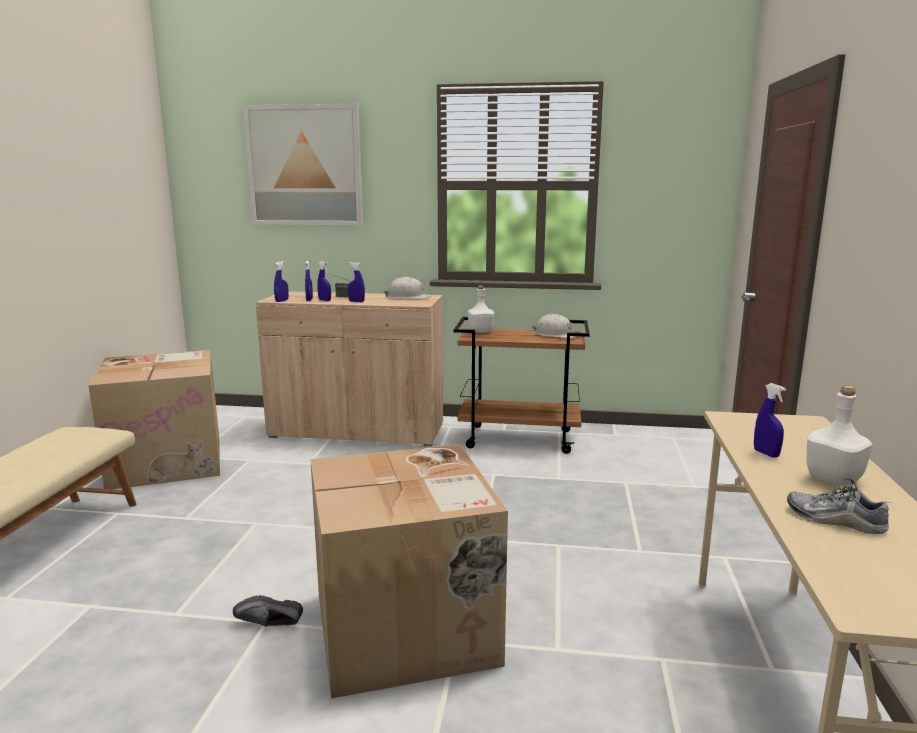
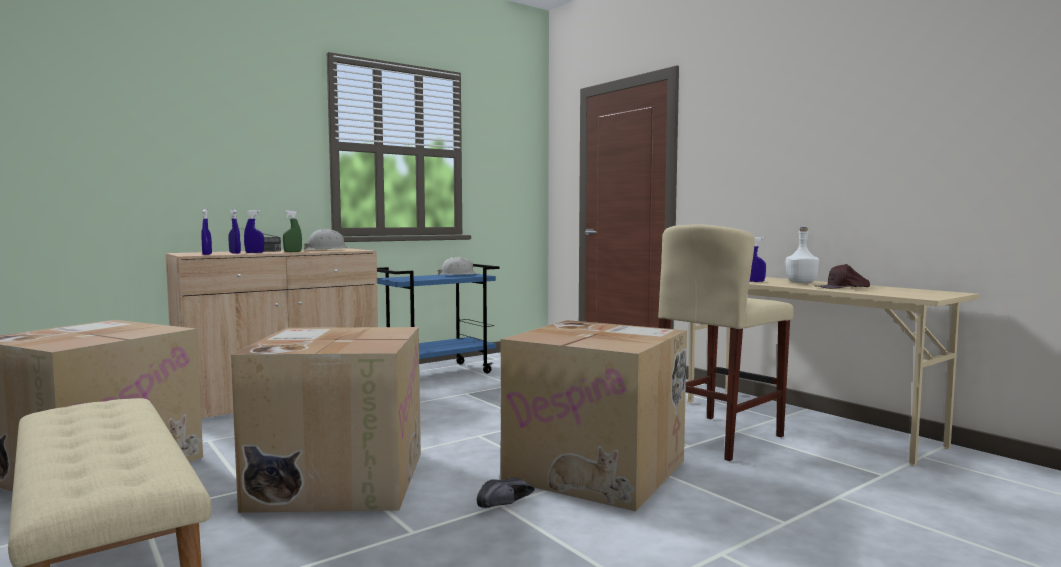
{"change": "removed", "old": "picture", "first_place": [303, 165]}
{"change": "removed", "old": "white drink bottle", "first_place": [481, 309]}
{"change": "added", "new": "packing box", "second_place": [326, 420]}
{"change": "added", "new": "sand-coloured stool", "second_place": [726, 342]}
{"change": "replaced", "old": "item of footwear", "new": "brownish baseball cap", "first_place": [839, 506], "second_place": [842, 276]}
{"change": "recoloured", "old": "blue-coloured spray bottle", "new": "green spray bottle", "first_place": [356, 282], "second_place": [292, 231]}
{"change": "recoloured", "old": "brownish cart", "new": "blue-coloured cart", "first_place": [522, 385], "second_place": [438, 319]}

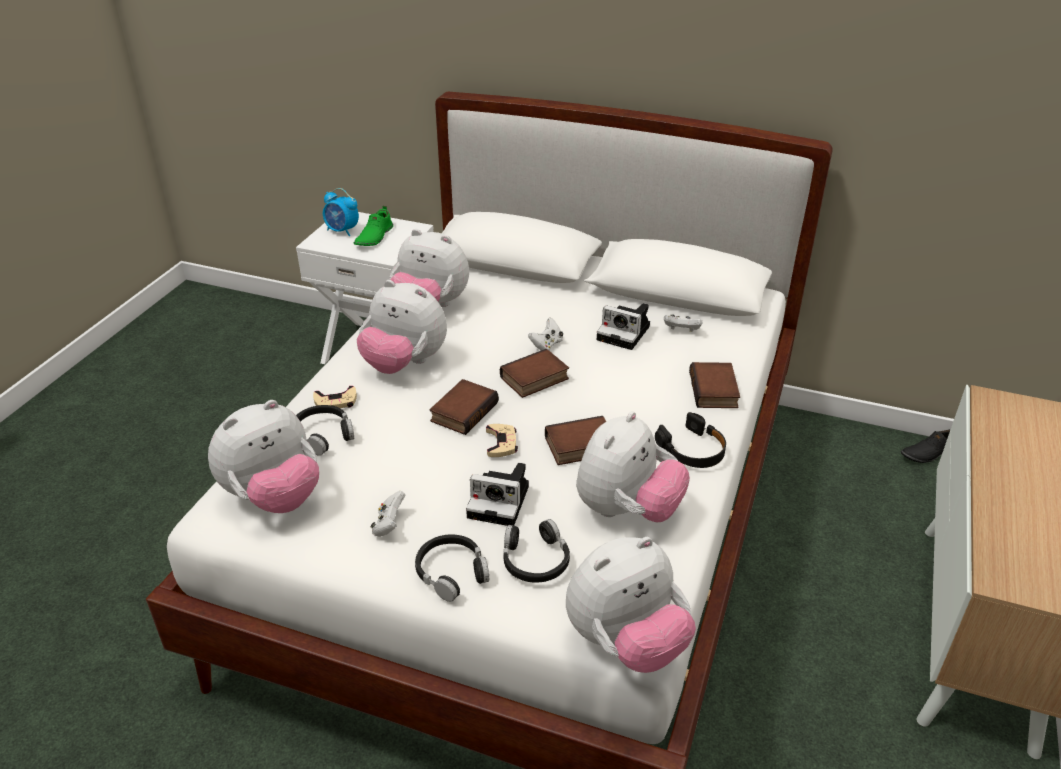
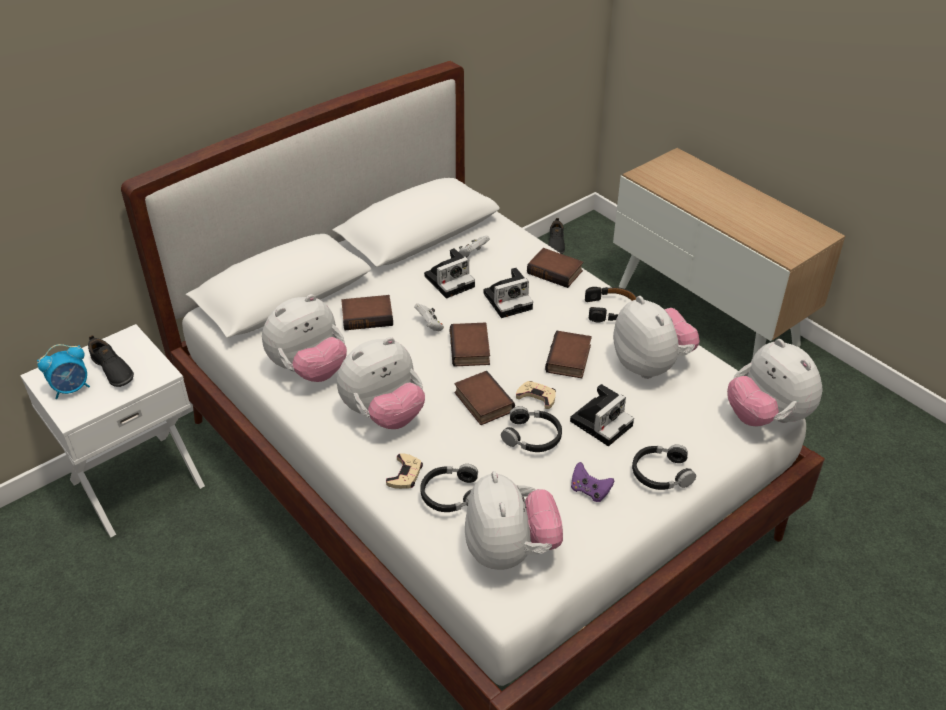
{"change": "added", "new": "book", "second_place": [367, 312]}
{"change": "added", "new": "photo camera", "second_place": [508, 293]}
{"change": "moved", "old": "black-coloured pair of headphones", "first_place": [536, 551], "second_place": [531, 429]}
{"change": "recoloured", "old": "green item of footwear", "new": "black-coloured item of footwear", "first_place": [373, 226], "second_place": [111, 361]}
{"change": "recoloured", "old": "white game controller", "new": "purplish game controller", "first_place": [388, 514], "second_place": [593, 482]}
{"change": "turned", "old": "plush toy", "first_place": [631, 605], "second_place": [774, 382], "degrees": 150}

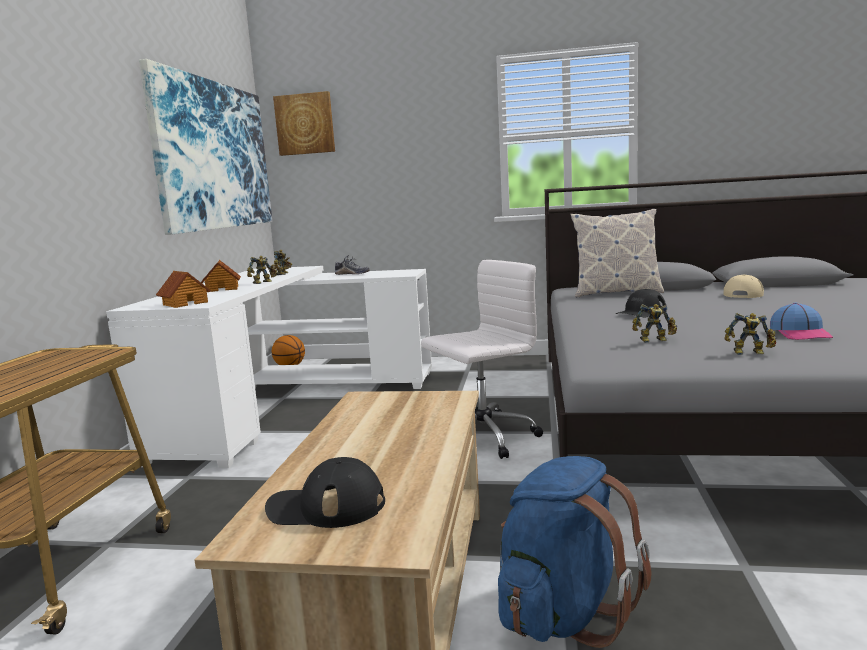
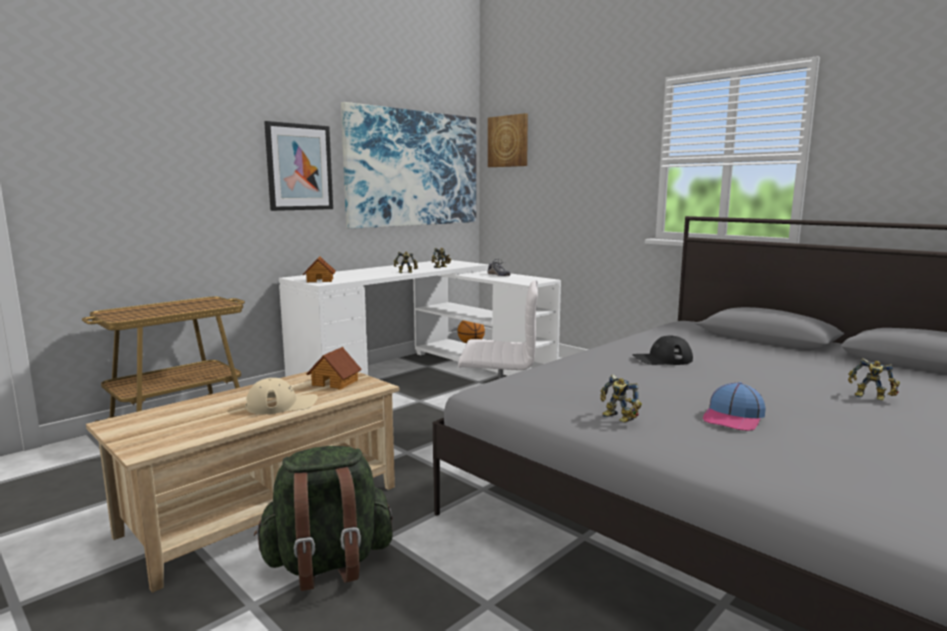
{"change": "removed", "old": "black-coloured baseball cap", "first_place": [325, 492]}
{"change": "removed", "old": "pillow", "first_place": [617, 253]}
{"change": "added", "new": "picture", "second_place": [298, 166]}
{"change": "moved", "old": "miniature house", "first_place": [221, 276], "second_place": [334, 368]}
{"change": "moved", "old": "model robot", "first_place": [654, 323], "second_place": [874, 379]}
{"change": "moved", "old": "sand-coloured baseball cap", "first_place": [743, 286], "second_place": [281, 396]}
{"change": "recoloured", "old": "blue-coloured knapsack", "new": "green knapsack", "first_place": [574, 552], "second_place": [323, 518]}

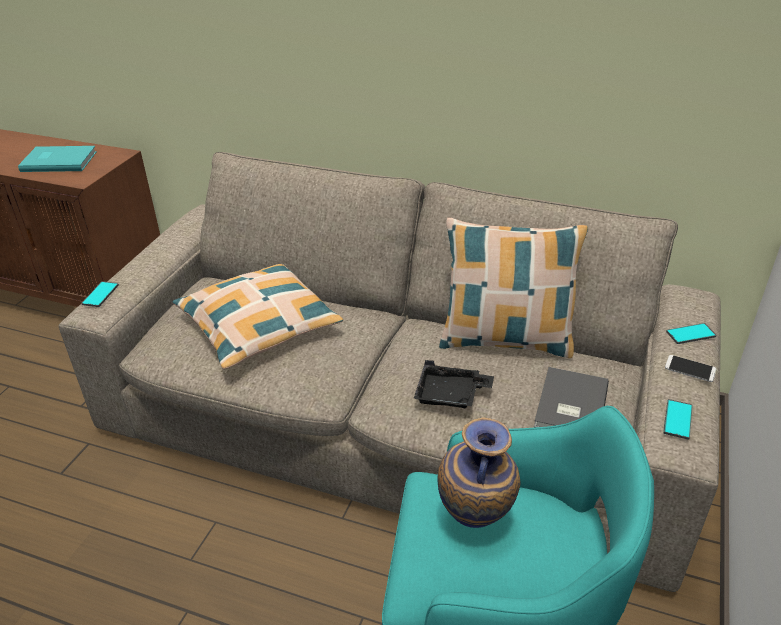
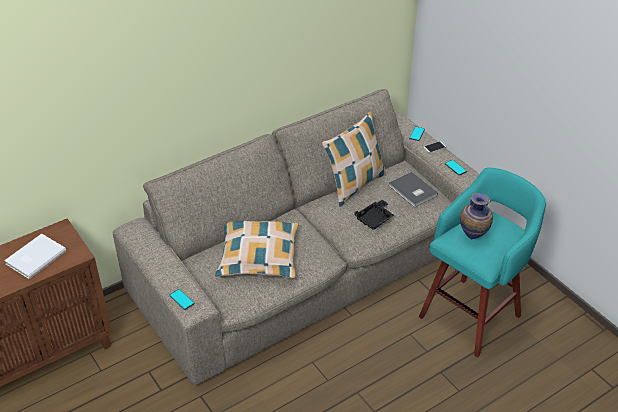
{"change": "recoloured", "old": "blue-green book", "new": "white book", "first_place": [57, 159], "second_place": [35, 256]}

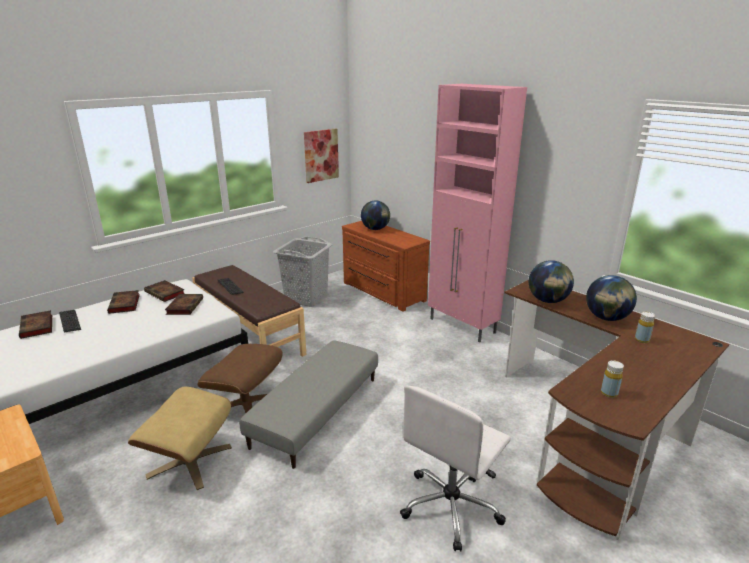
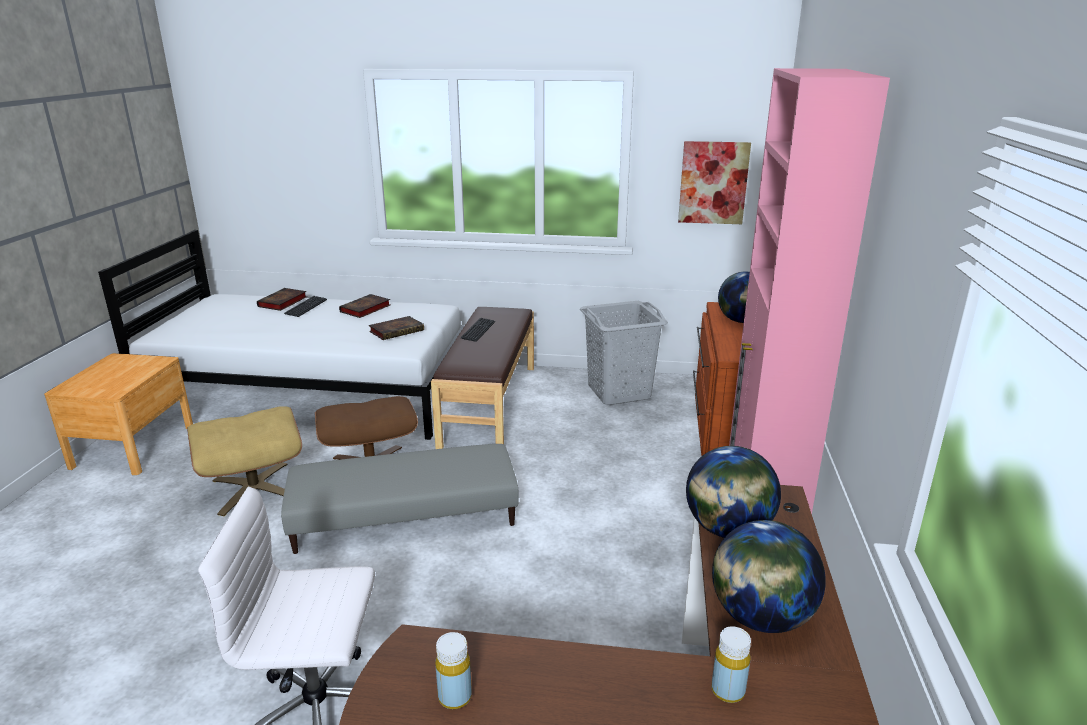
{"change": "removed", "old": "book", "first_place": [164, 291]}

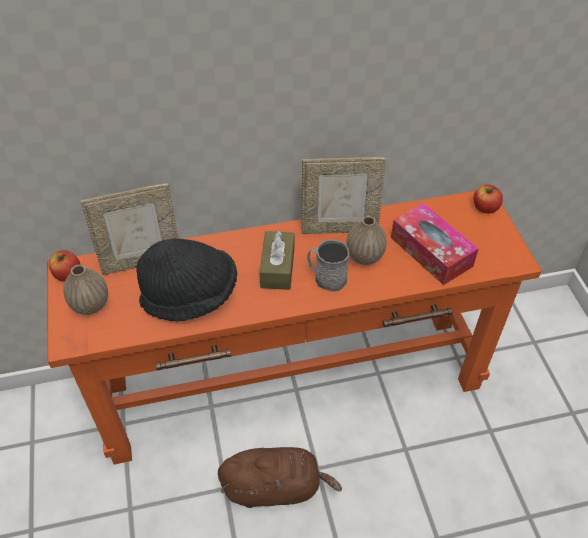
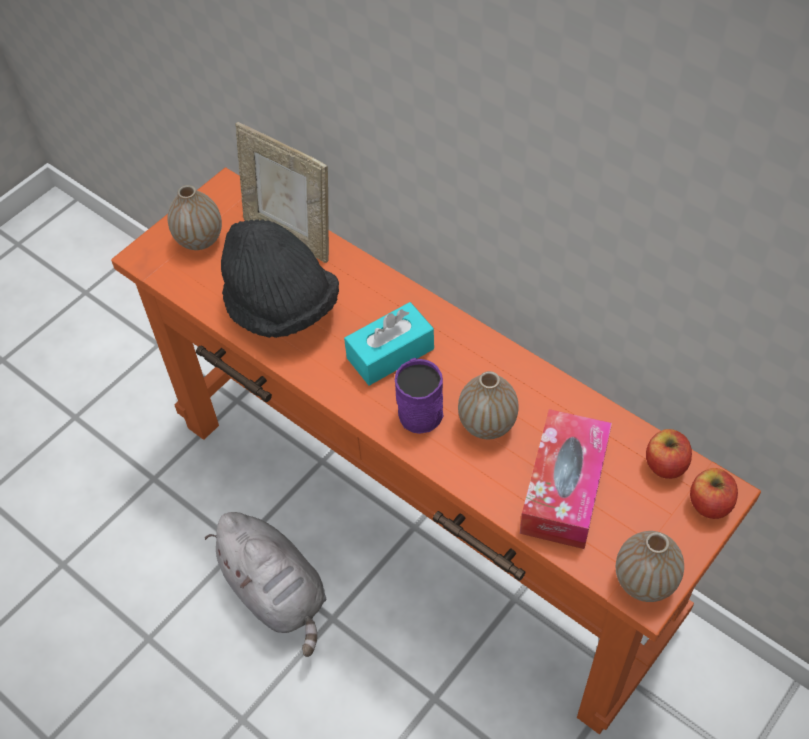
{"change": "removed", "old": "standing frame", "first_place": [344, 195]}
{"change": "added", "new": "vase", "second_place": [650, 566]}
{"change": "moved", "old": "apple", "first_place": [64, 266], "second_place": [669, 454]}
{"change": "recoloured", "old": "brownish plush toy", "new": "greyish plush toy", "first_place": [280, 477], "second_place": [265, 584]}
{"change": "recoloured", "old": "brownish box of tissues", "new": "blue-green box of tissues", "first_place": [277, 260], "second_place": [389, 343]}
{"change": "recoloured", "old": "greyish coffee mug", "new": "purplish coffee mug", "first_place": [328, 265], "second_place": [419, 396]}

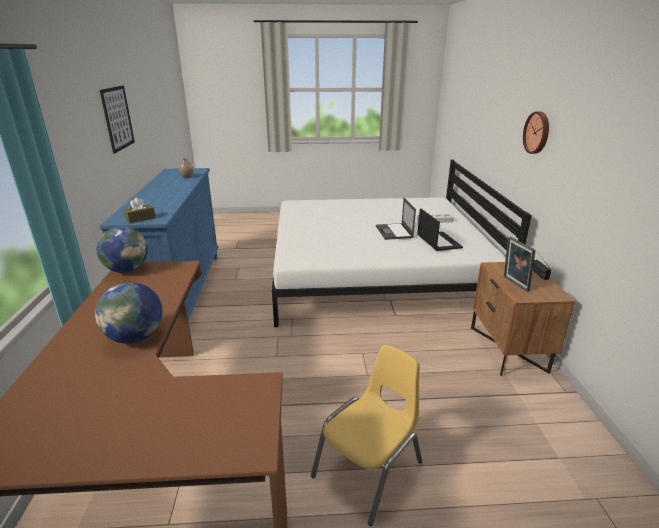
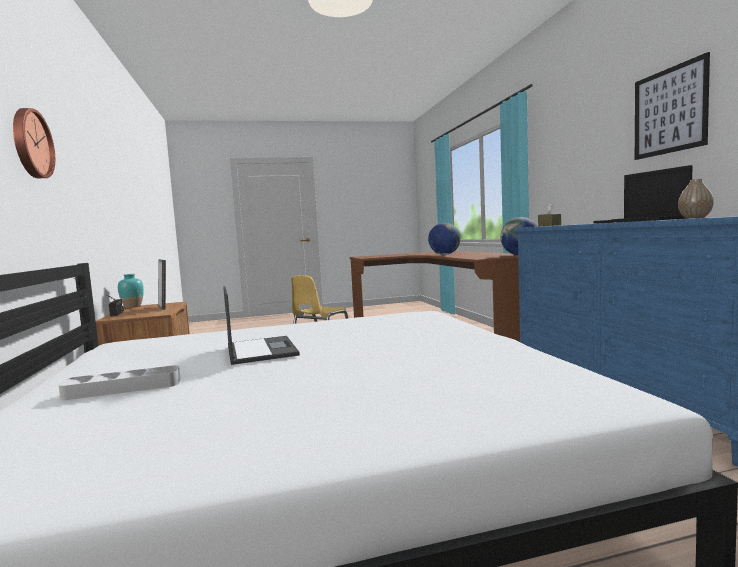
{"change": "added", "new": "blue-green vase", "second_place": [131, 291]}
{"change": "moved", "old": "laptop", "first_place": [440, 230], "second_place": [642, 194]}

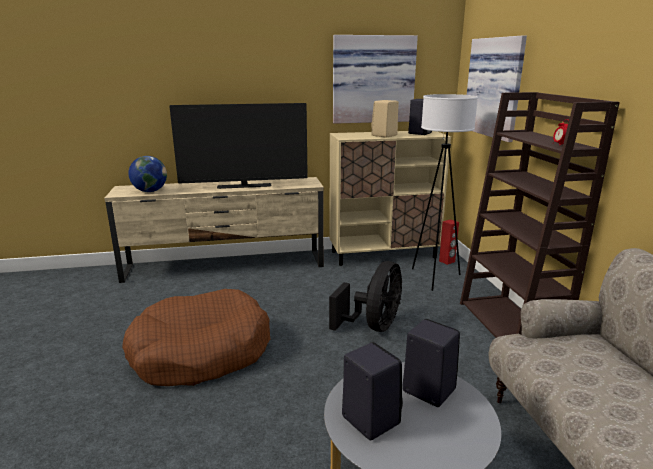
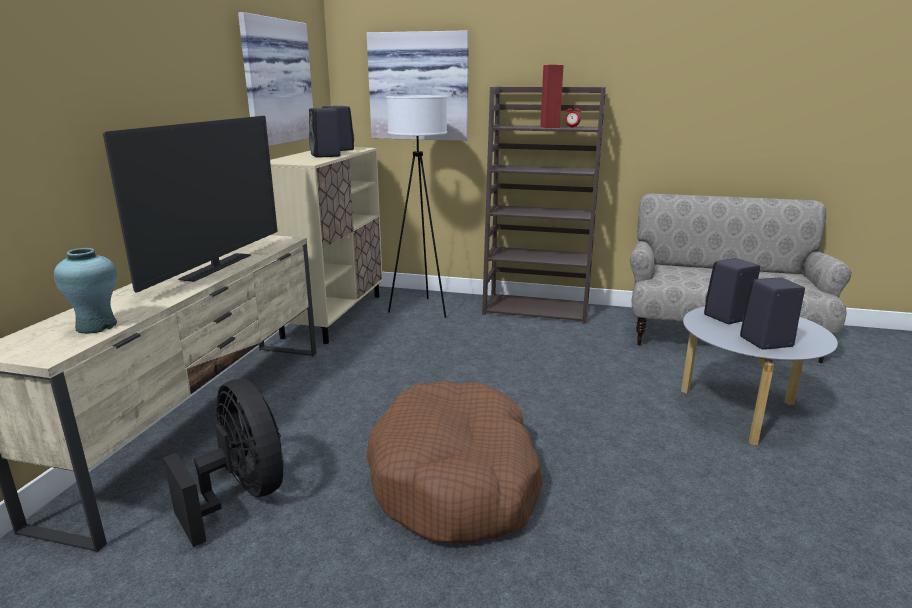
{"change": "moved", "old": "black-coloured electric fan", "first_place": [365, 296], "second_place": [223, 463]}
{"change": "moved", "old": "red-coloured speaker", "first_place": [449, 242], "second_place": [552, 96]}
{"change": "replaced", "old": "world globe", "new": "blue-green vase", "first_place": [147, 174], "second_place": [85, 291]}
{"change": "recoloured", "old": "sand-coloured speaker", "new": "black-coloured speaker", "first_place": [385, 119], "second_place": [325, 133]}

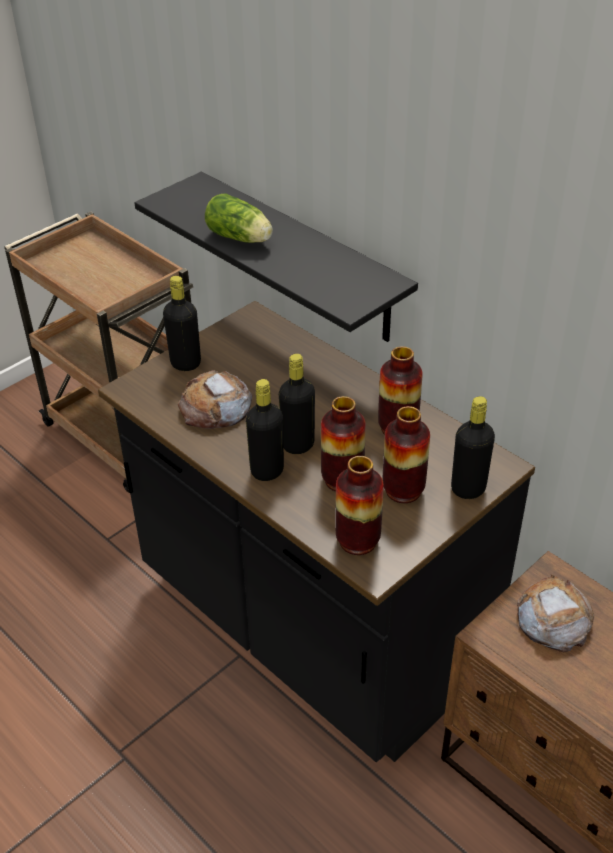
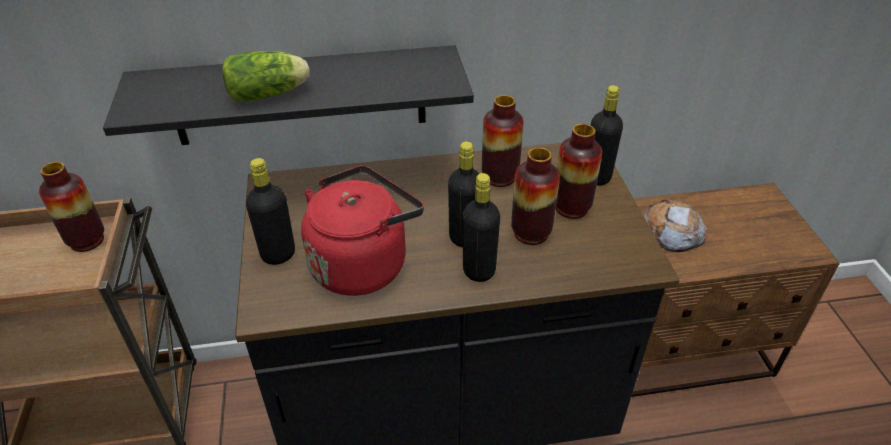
{"change": "moved", "old": "vase", "first_place": [359, 505], "second_place": [71, 207]}
{"change": "replaced", "old": "bread", "new": "red-coloured kettle", "first_place": [215, 399], "second_place": [362, 231]}

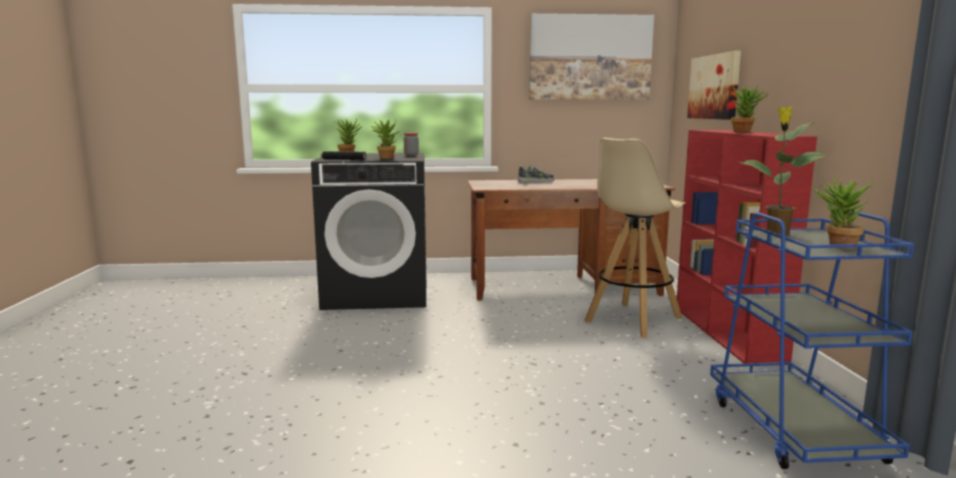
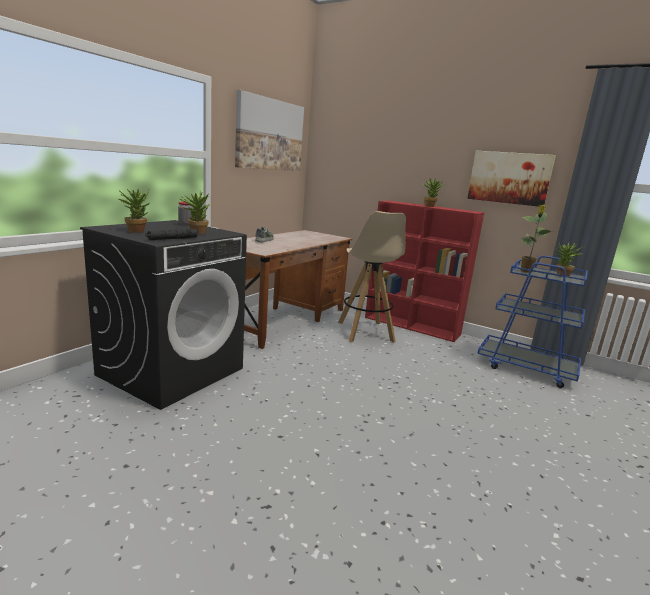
{"change": "moved", "old": "picture", "first_place": [714, 85], "second_place": [511, 179]}

